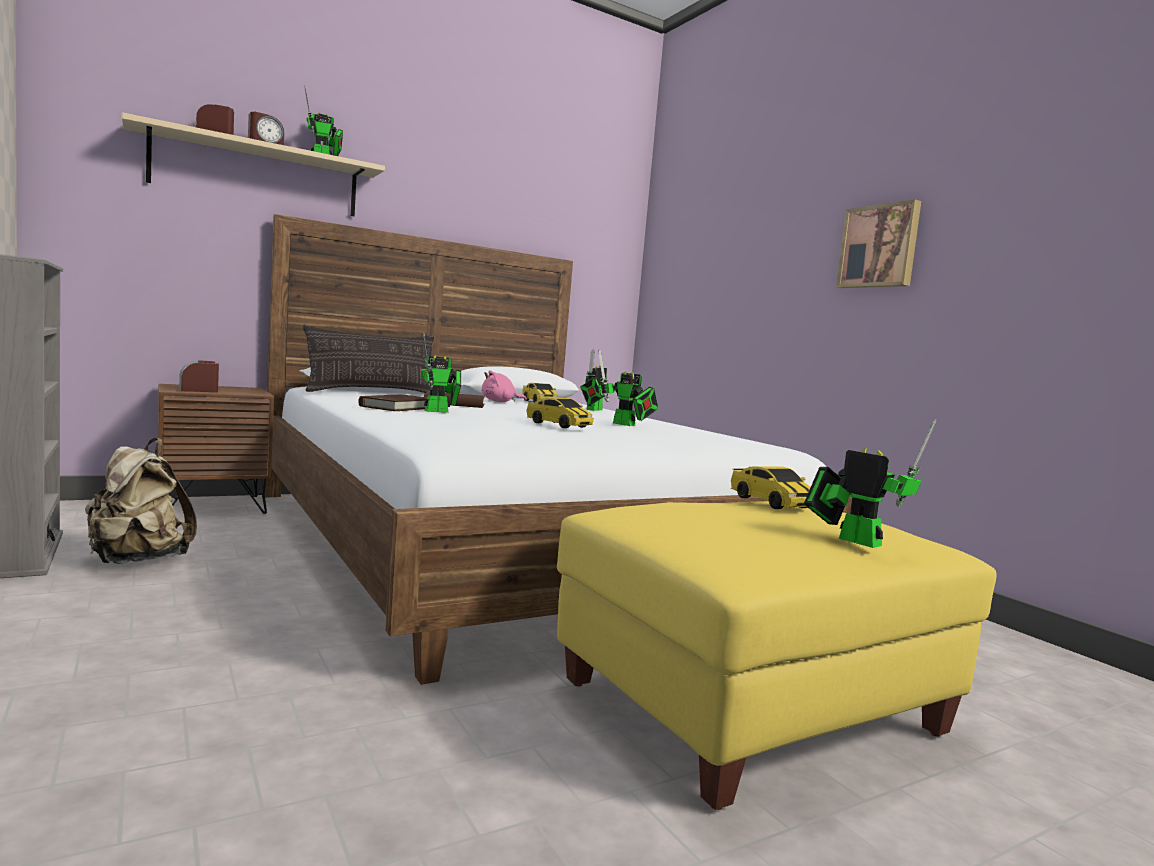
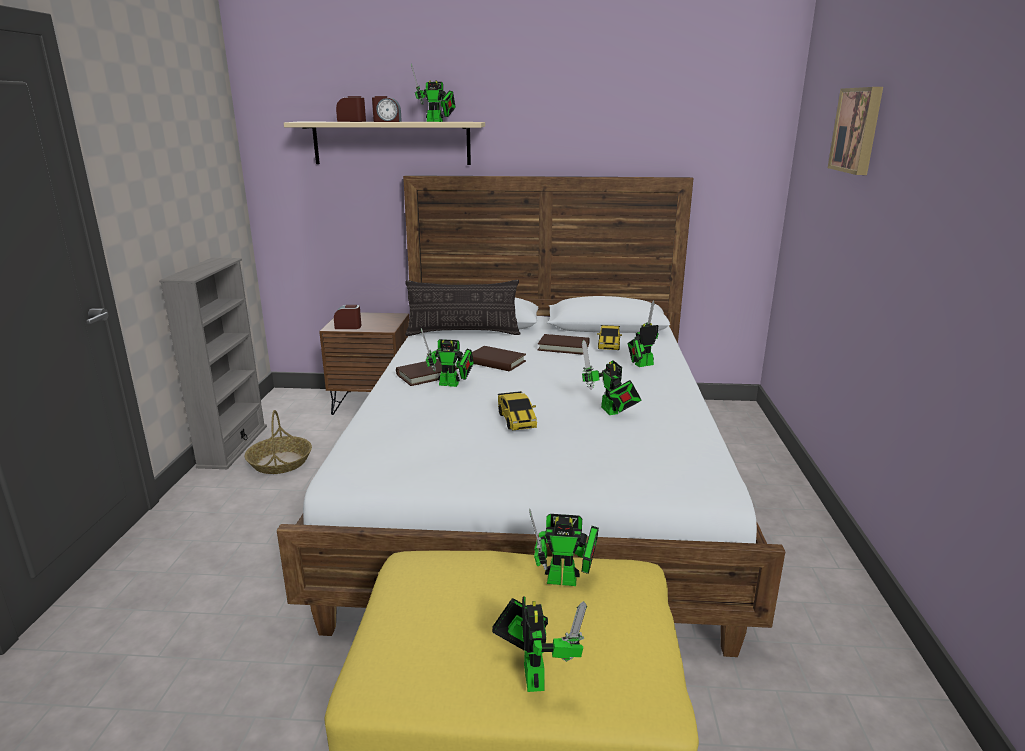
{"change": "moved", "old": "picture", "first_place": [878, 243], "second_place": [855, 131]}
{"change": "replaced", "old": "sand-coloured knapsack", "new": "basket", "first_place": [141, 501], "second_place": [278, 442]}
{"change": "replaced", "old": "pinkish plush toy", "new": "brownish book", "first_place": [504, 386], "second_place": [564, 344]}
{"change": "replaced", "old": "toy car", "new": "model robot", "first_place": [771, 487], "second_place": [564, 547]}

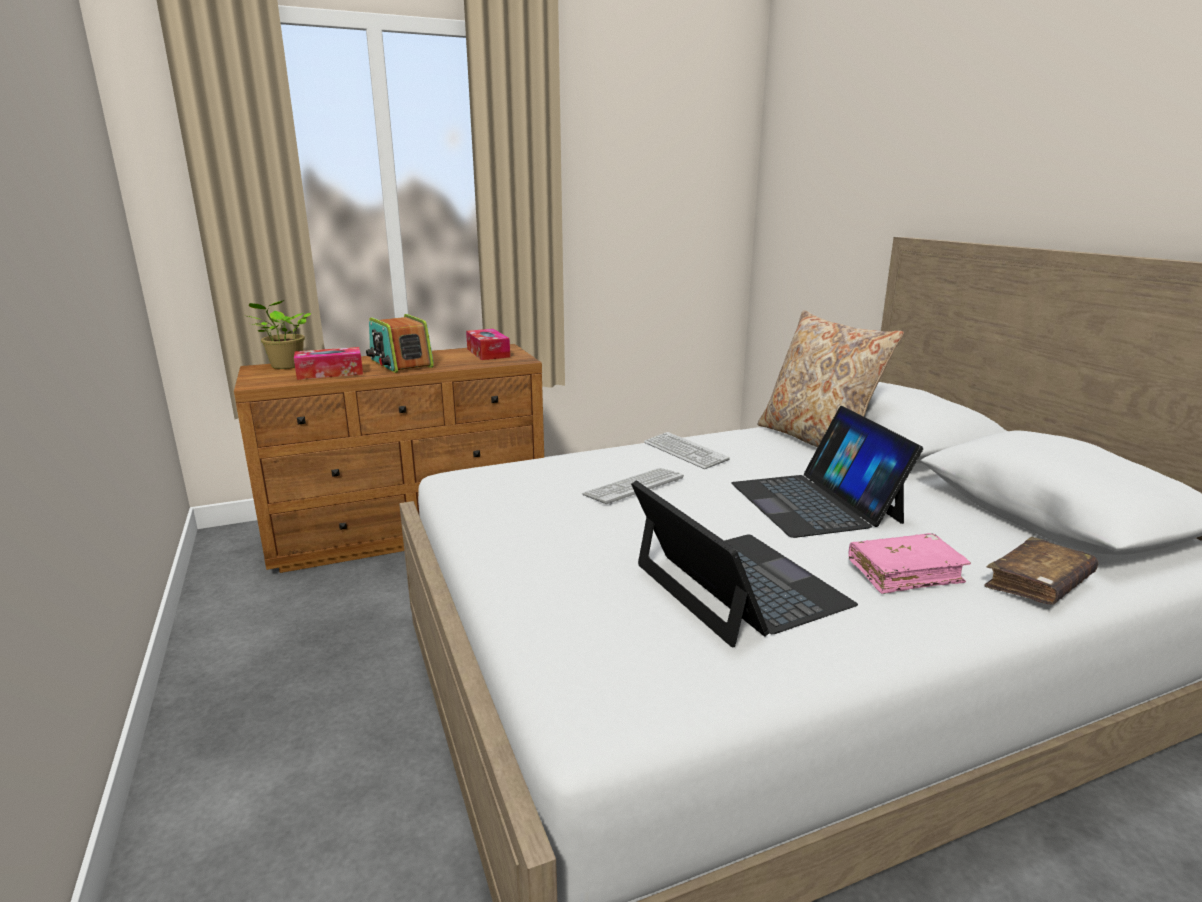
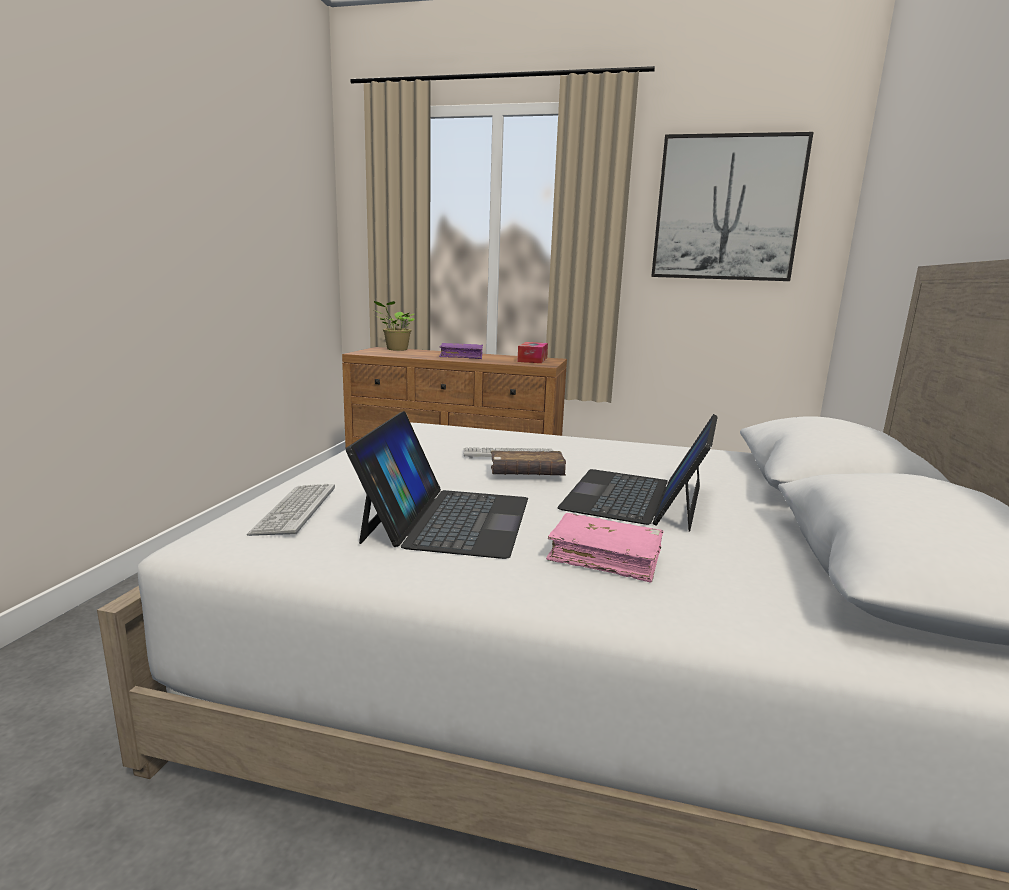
{"change": "removed", "old": "box of tissues", "first_place": [328, 363]}
{"change": "removed", "old": "sand-coloured pillow", "first_place": [831, 378]}
{"change": "added", "new": "picture", "second_place": [732, 206]}
{"change": "moved", "old": "PC keyboard", "first_place": [687, 450], "second_place": [291, 510]}
{"change": "moved", "old": "brownish book", "first_place": [1041, 570], "second_place": [528, 463]}
{"change": "replaced", "old": "radio set", "new": "purplish book", "first_place": [400, 343], "second_place": [461, 351]}

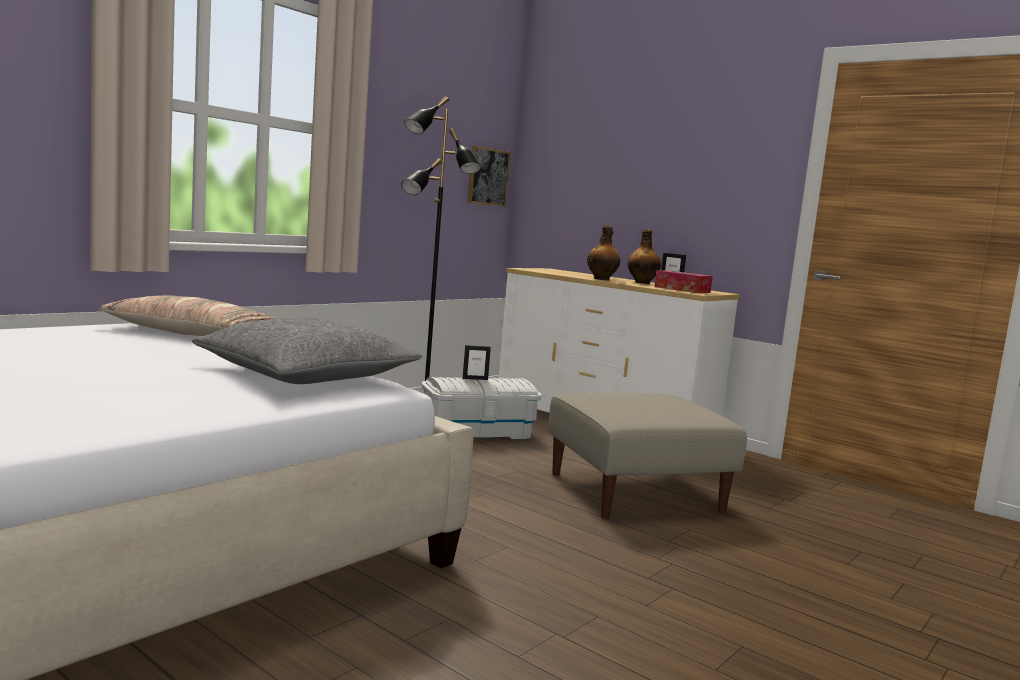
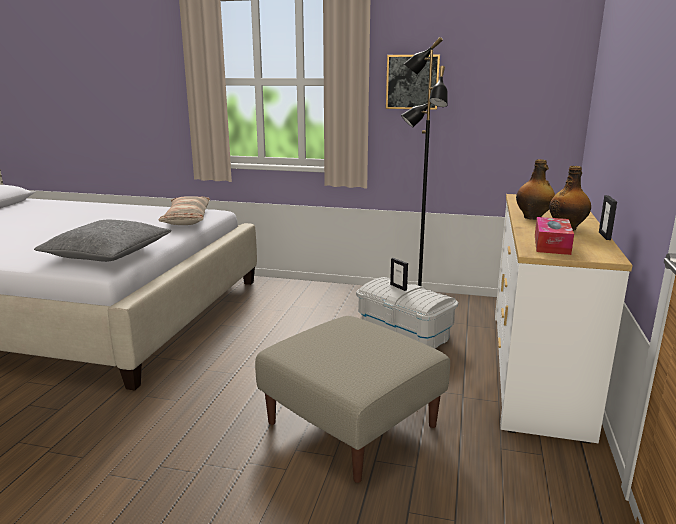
{"change": "moved", "old": "picture", "first_place": [489, 176], "second_place": [413, 82]}

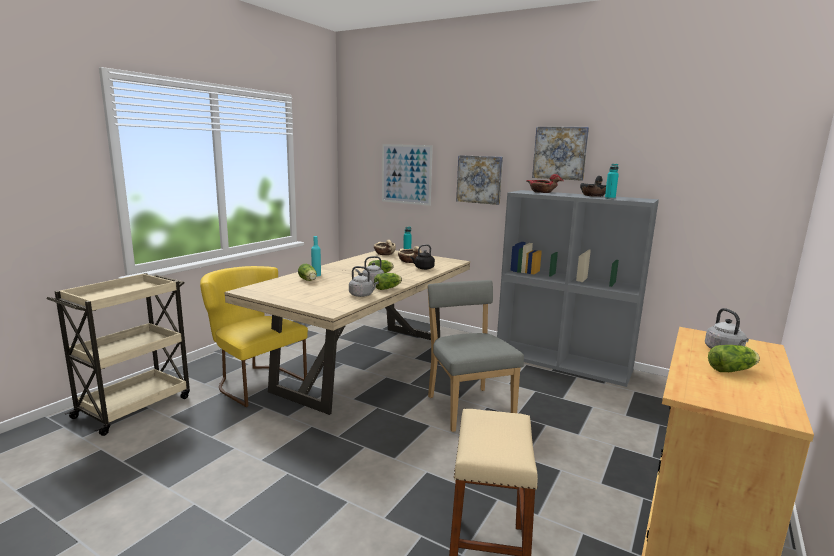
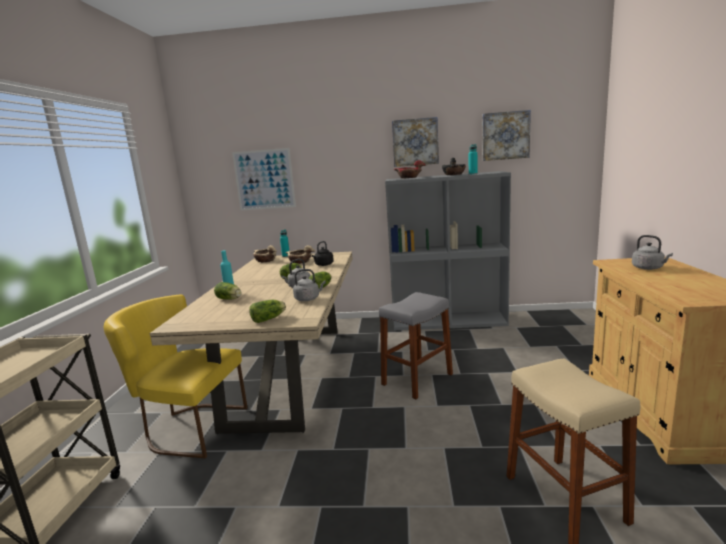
{"change": "moved", "old": "picture", "first_place": [479, 180], "second_place": [507, 135]}
{"change": "moved", "old": "lettuce head", "first_place": [734, 358], "second_place": [267, 311]}
{"change": "replaced", "old": "greyish plain chair", "new": "greyish stool", "first_place": [476, 356], "second_place": [416, 345]}

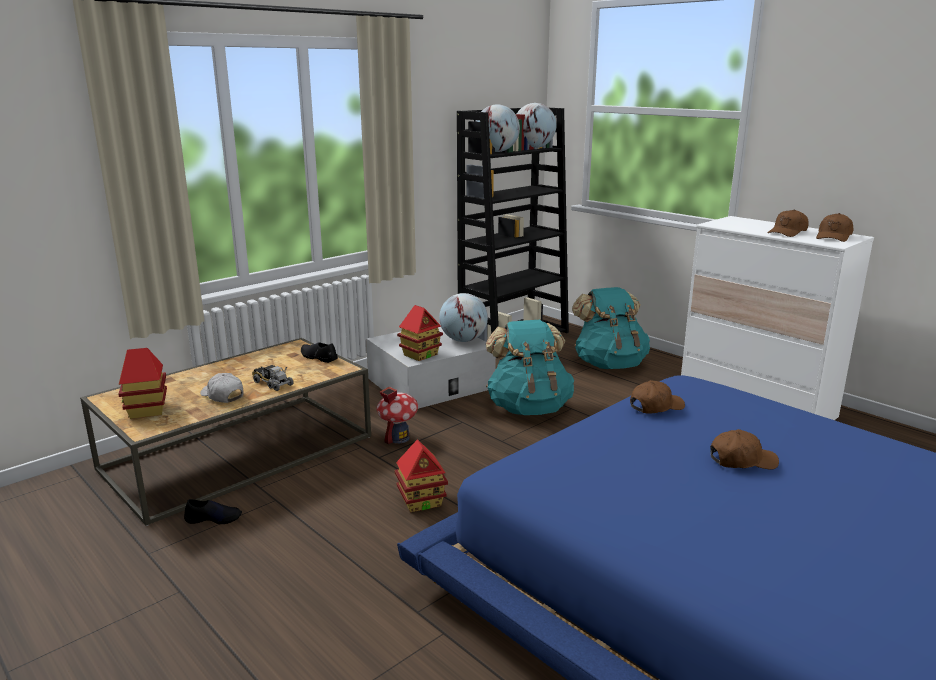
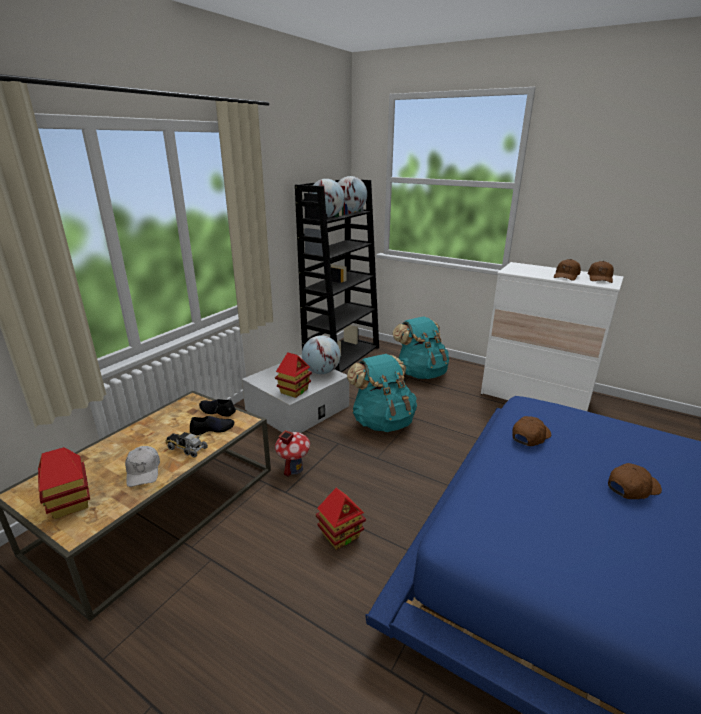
{"change": "moved", "old": "black-coloured item of footwear", "first_place": [213, 511], "second_place": [212, 425]}
{"change": "turned", "old": "white baseball cap", "first_place": [222, 388], "second_place": [142, 466], "degrees": -135}

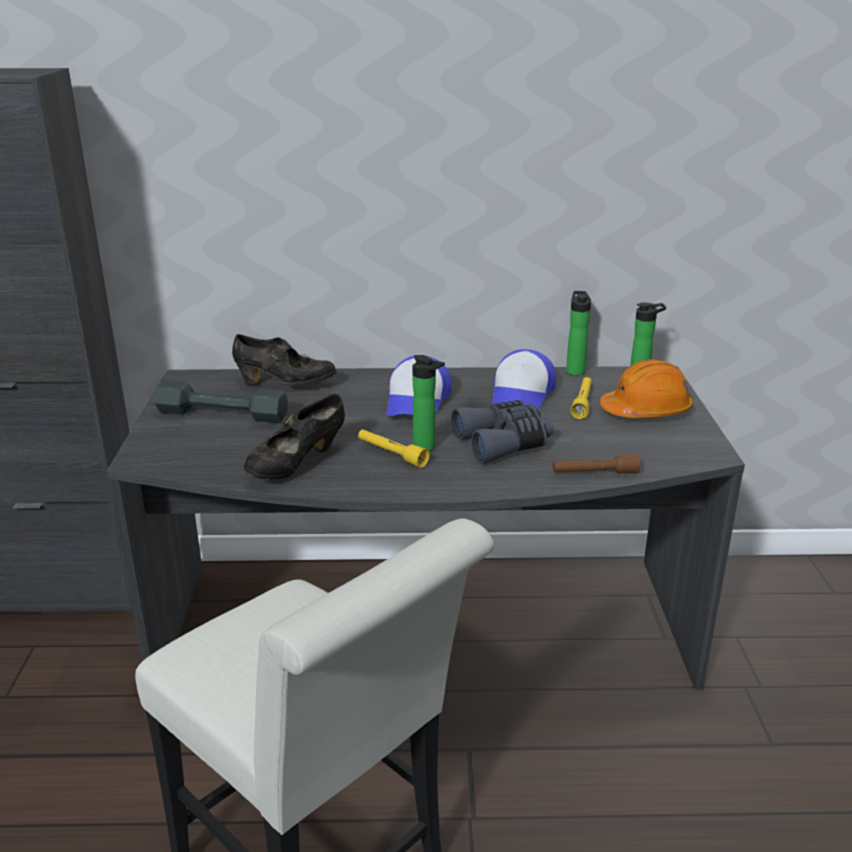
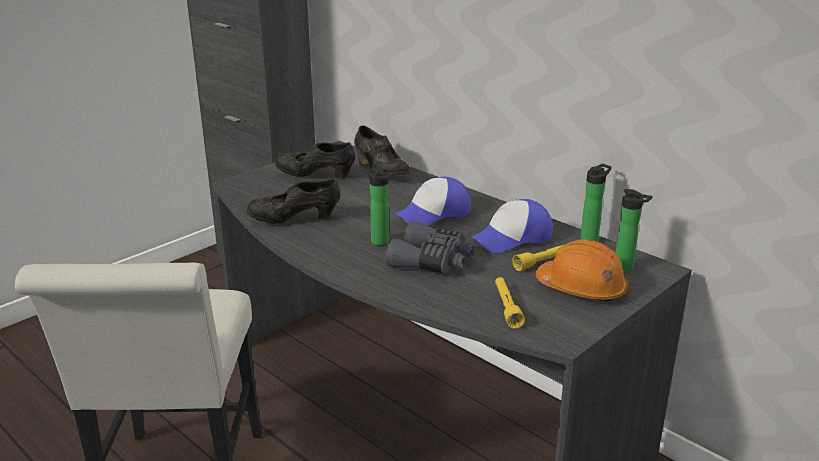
{"change": "removed", "old": "brownish hand torch", "first_place": [596, 463]}
{"change": "moved", "old": "yellowish hand torch", "first_place": [394, 448], "second_place": [510, 303]}
{"change": "replaced", "old": "greyish hand weight", "new": "black-coloured item of footwear", "first_place": [221, 401], "second_place": [315, 160]}

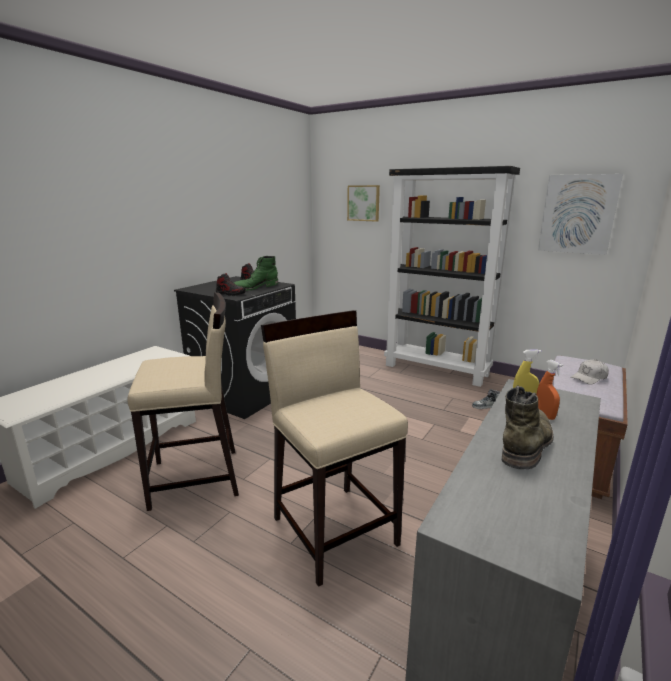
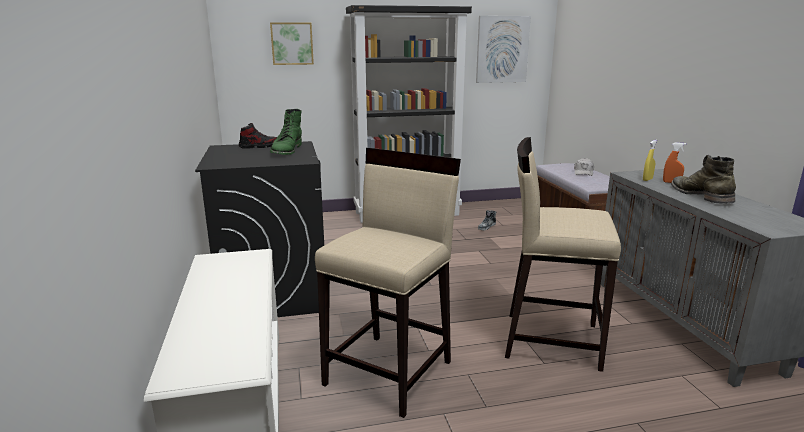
{"change": "removed", "old": "item of footwear", "first_place": [230, 284]}

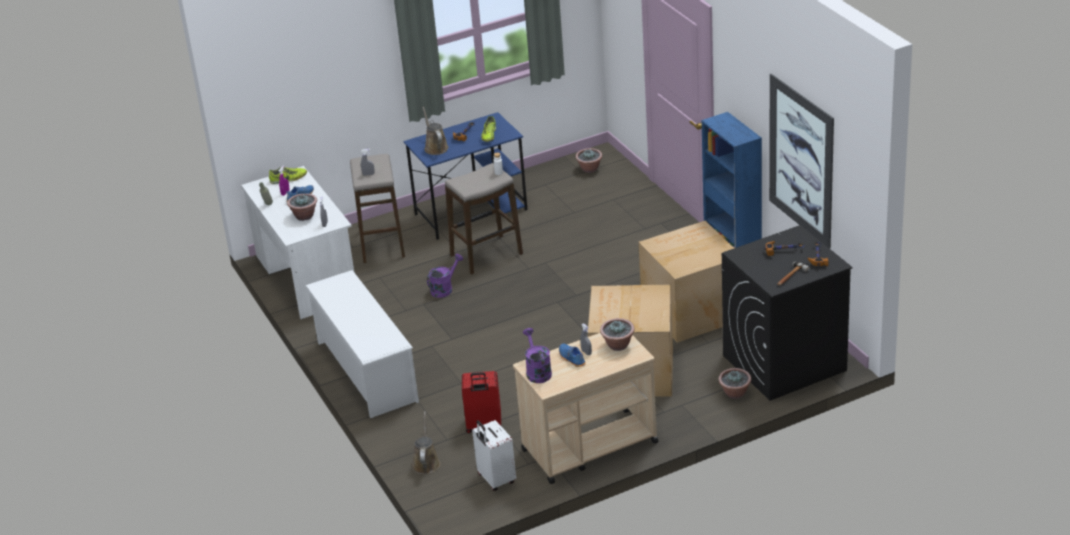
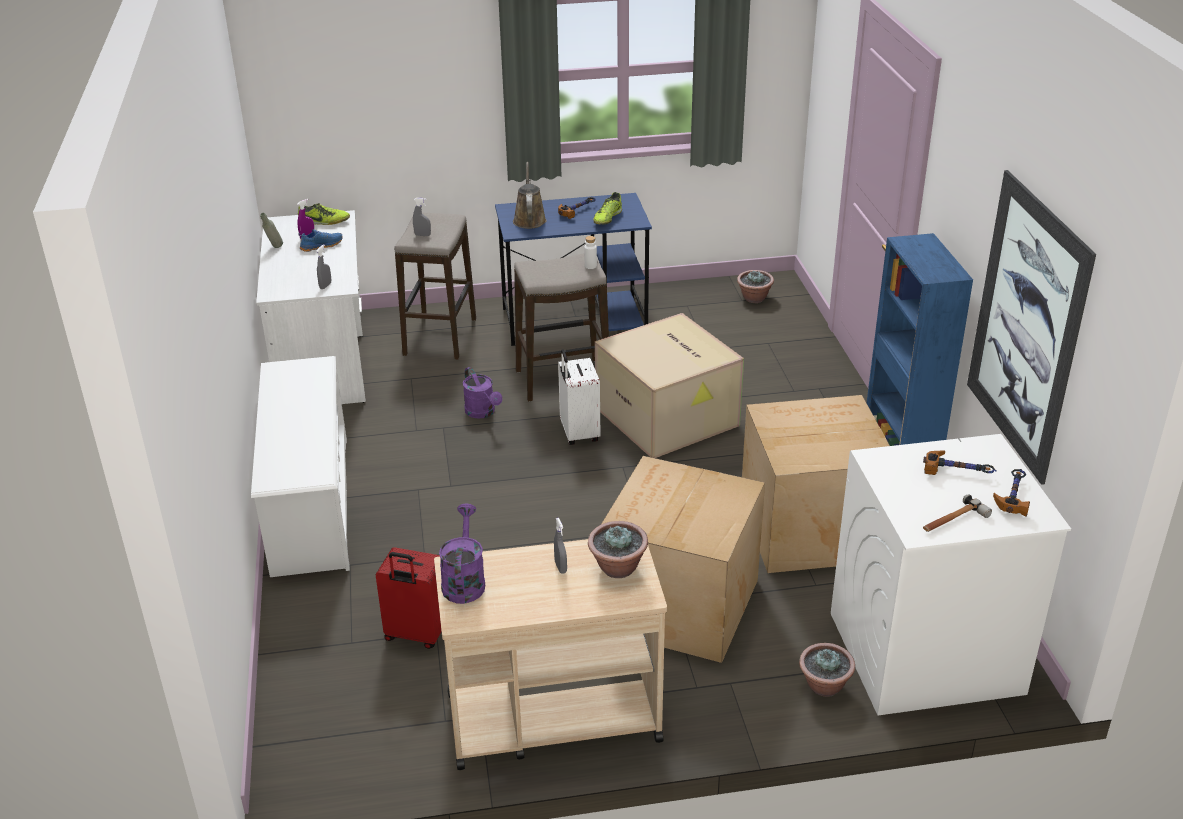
{"change": "removed", "old": "potted plant", "first_place": [302, 207]}
{"change": "removed", "old": "brownish watering can", "first_place": [426, 442]}
{"change": "removed", "old": "blue-coloured item of footwear", "first_place": [572, 355]}
{"change": "added", "new": "packing box", "second_place": [669, 385]}
{"change": "moved", "old": "white travel case", "first_place": [494, 455], "second_place": [579, 397]}
{"change": "recoloured", "old": "black-coloured washing machine", "new": "white washing machine", "first_place": [787, 313], "second_place": [951, 574]}
{"change": "turned", "old": "purplish watering can", "first_place": [445, 276], "second_place": [482, 393], "degrees": 90}

